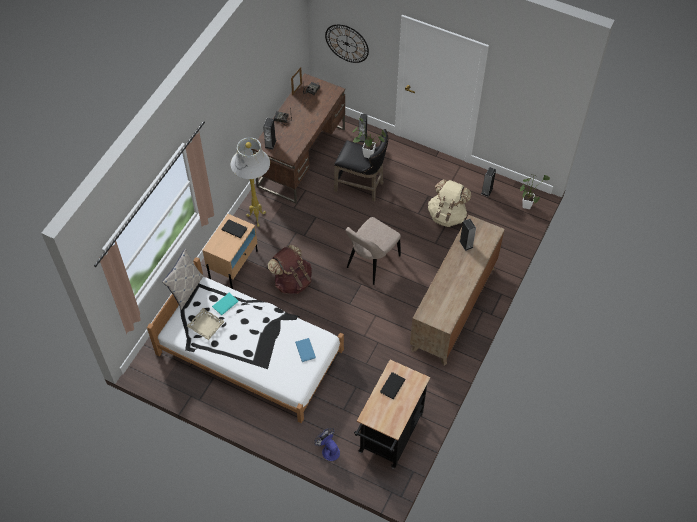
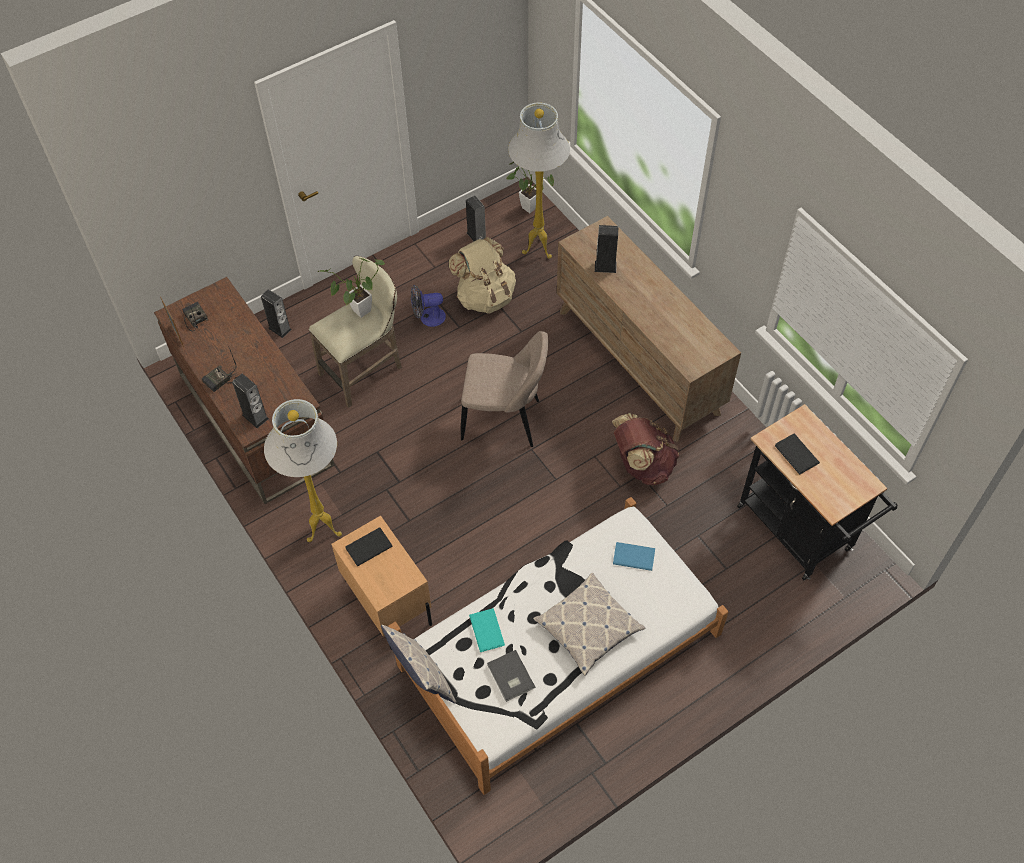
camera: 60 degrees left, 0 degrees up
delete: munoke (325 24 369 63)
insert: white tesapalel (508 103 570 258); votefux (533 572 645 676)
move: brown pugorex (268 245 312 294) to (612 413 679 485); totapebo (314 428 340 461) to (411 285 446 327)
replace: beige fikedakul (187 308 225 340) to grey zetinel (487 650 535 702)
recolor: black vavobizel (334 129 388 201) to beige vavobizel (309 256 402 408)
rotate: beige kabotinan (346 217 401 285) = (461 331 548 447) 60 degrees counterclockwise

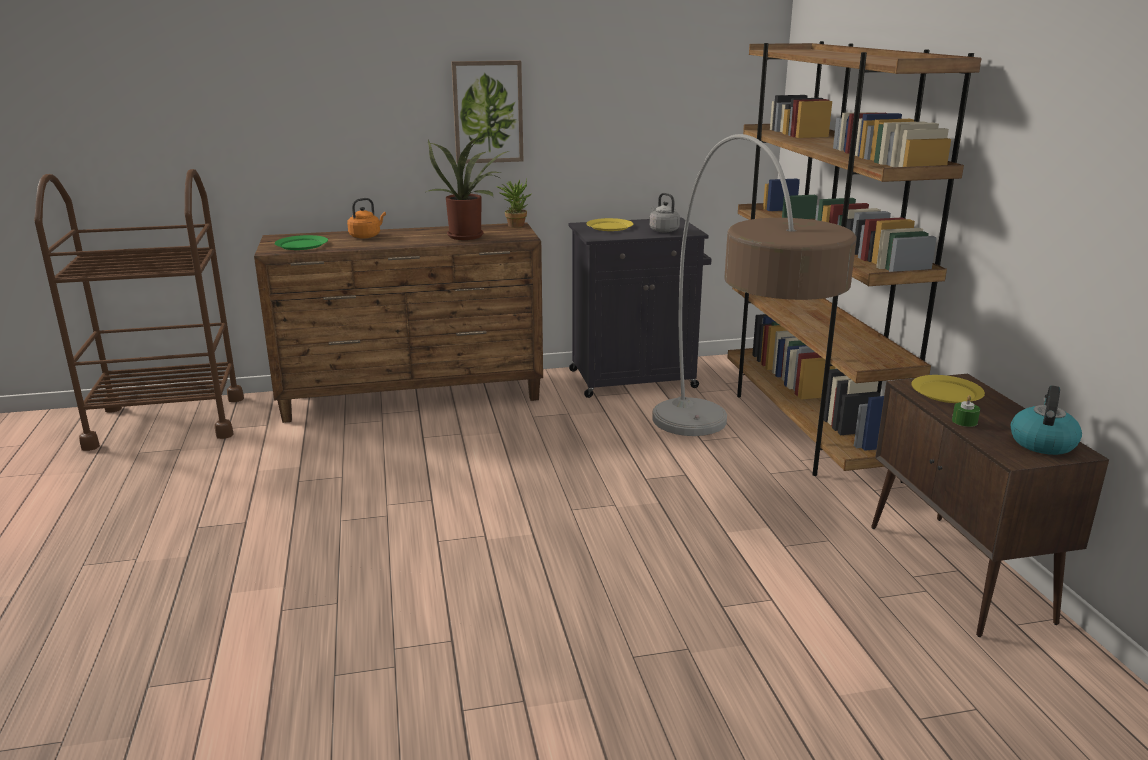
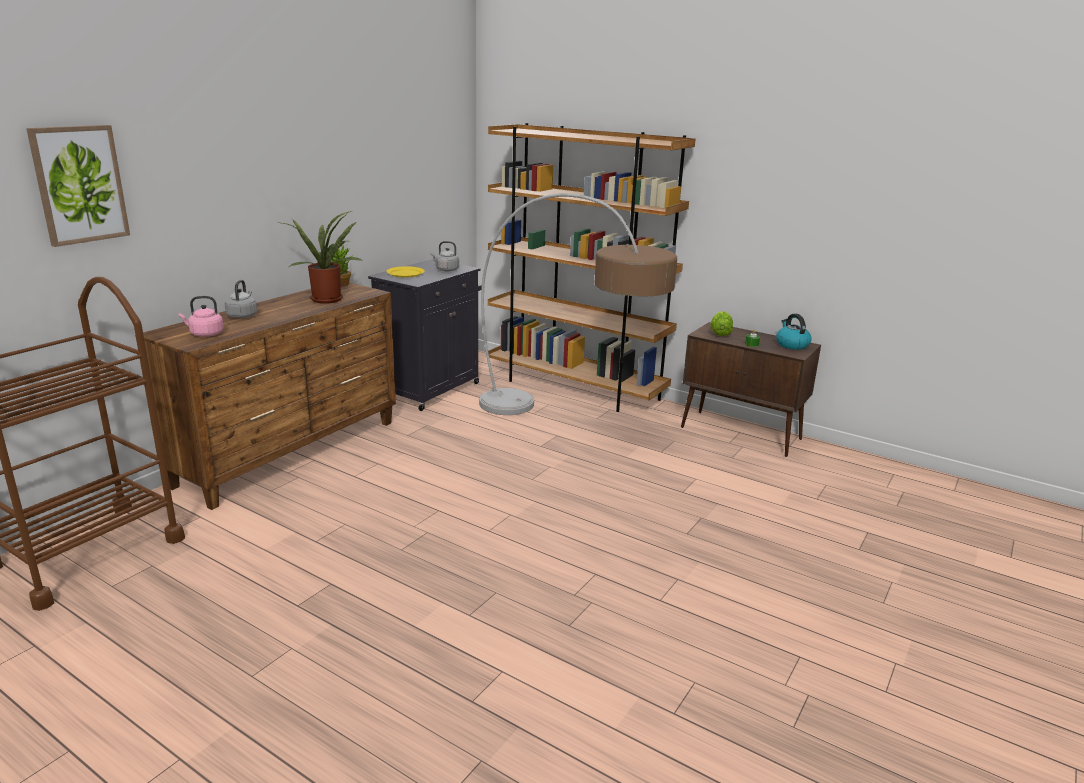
camera: 45 degrees left, 0 degrees up
move: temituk (451 60 523 164) to (26 125 130 247)
replace: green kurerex (275 235 328 250) to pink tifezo (179 296 223 337); yellow kurerex (911 375 985 403) to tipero (710 311 733 336)
recolor: orange tifezo (347 198 386 239) to grey tifezo (225 280 257 318)

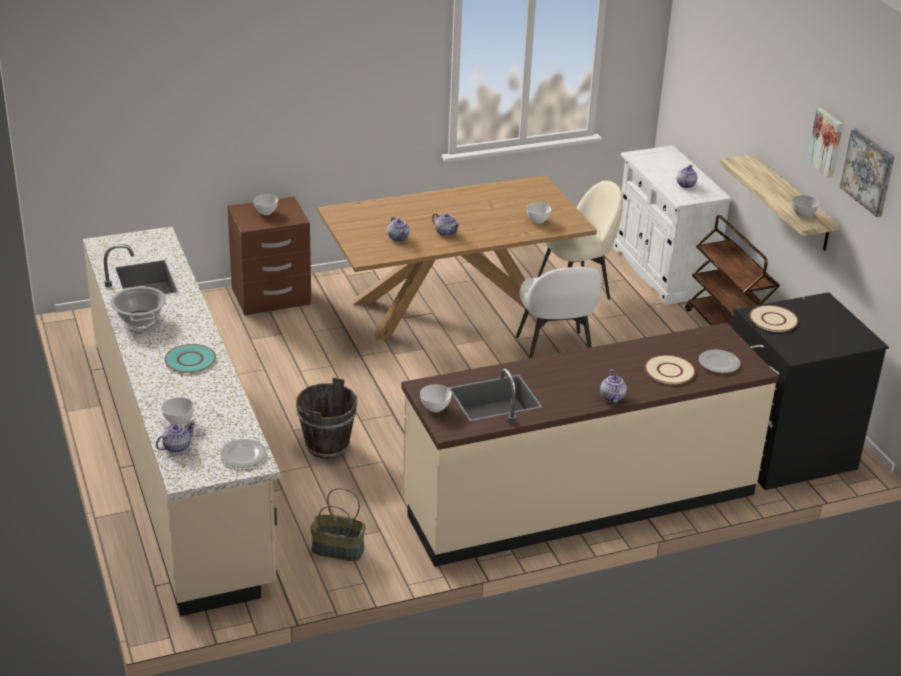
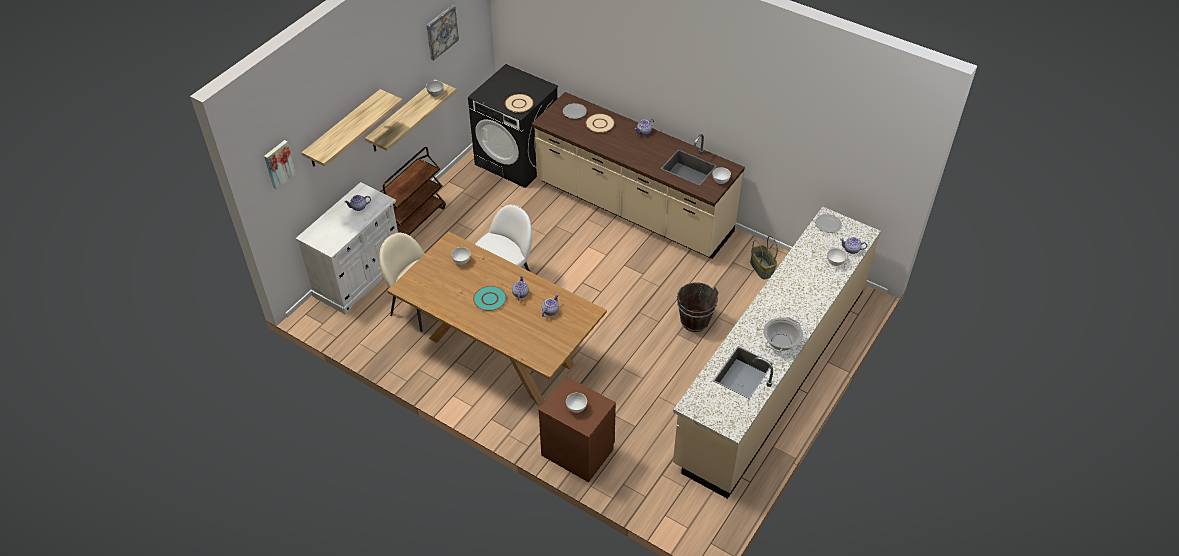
camera: 125 degrees left, 15 degrees up
insert: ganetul (301 89 403 167)
move: turquoise kurerex (164 344 216 373) to (473 286 507 311); temituk (807 108 843 178) to (264 140 296 190)

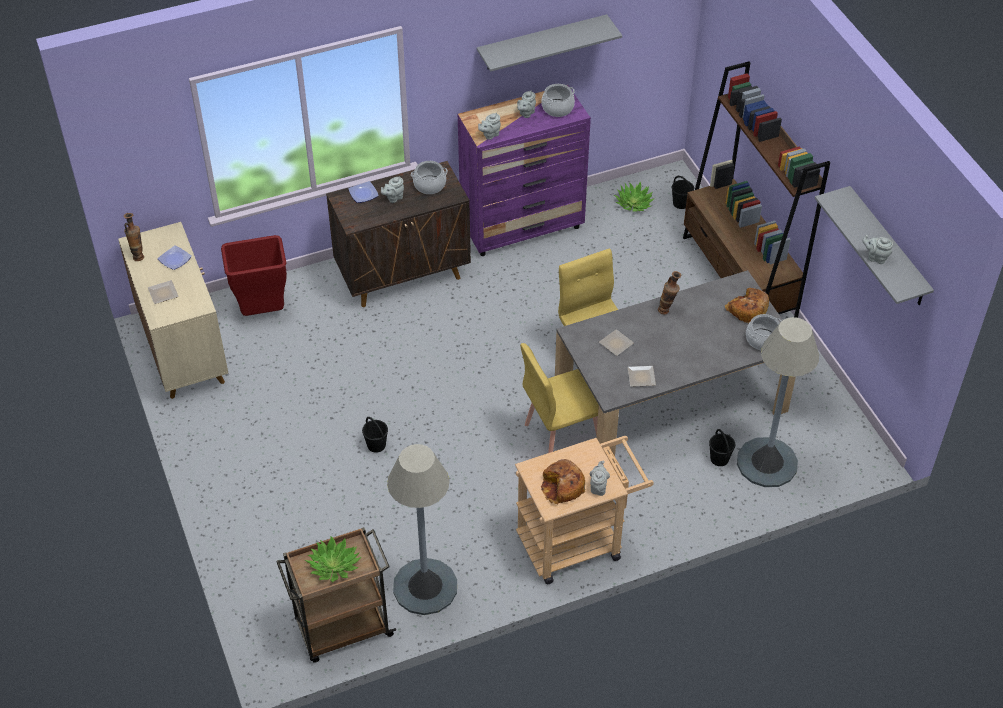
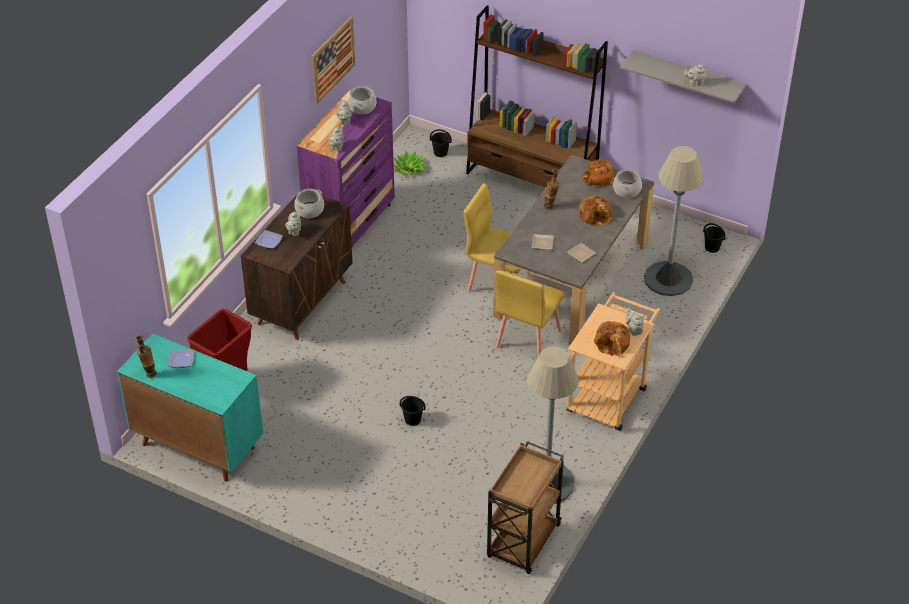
camera: 40 degrees left, 5 degrees down
delete: kurerex (148 280 179 304); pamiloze (305 537 361 582)
insert: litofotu (579 196 614 226)
move: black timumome (709 429 735 466) to (703 223 726 253)
replace: grey ganetul (477 14 622 72) to temituk (311 17 355 105)
recolor: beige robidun (118 222 228 399) to turquoise robidun (117 333 263 482)

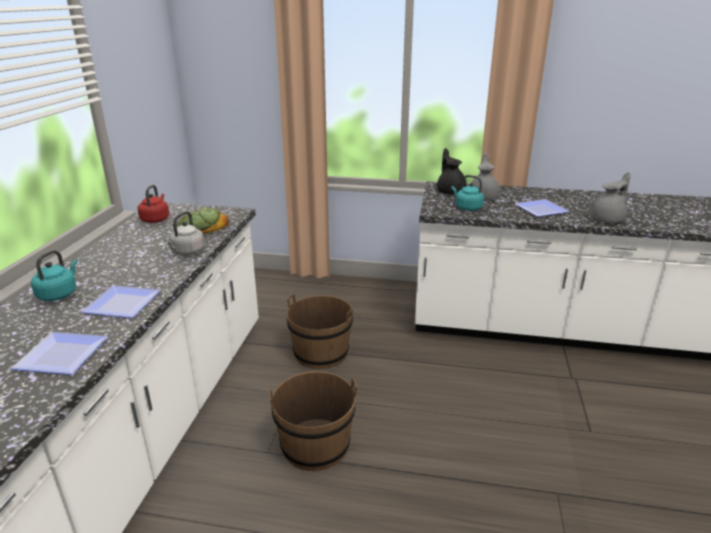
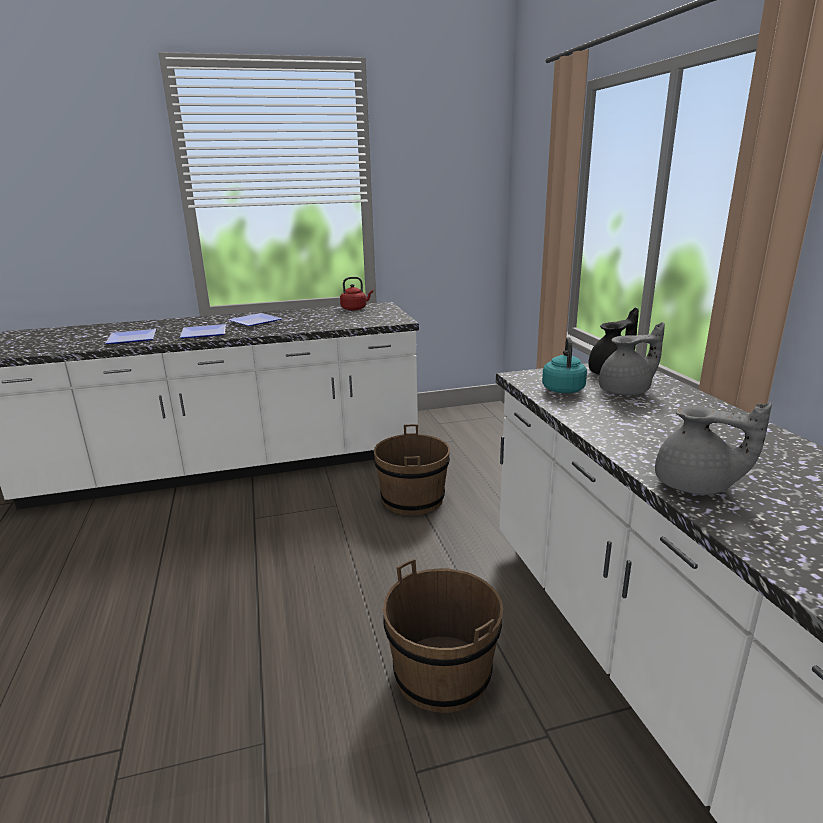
camera: 65 degrees right, 5 degrees down
delete: turquoise tifezo (31 250 77 301); grey tifezo (164 211 205 255); litofotu (177 207 229 234)
move: brown timumome (269 371 357 471) to (383 559 503 713); kurerex (514 199 570 217) to (228 313 282 326)

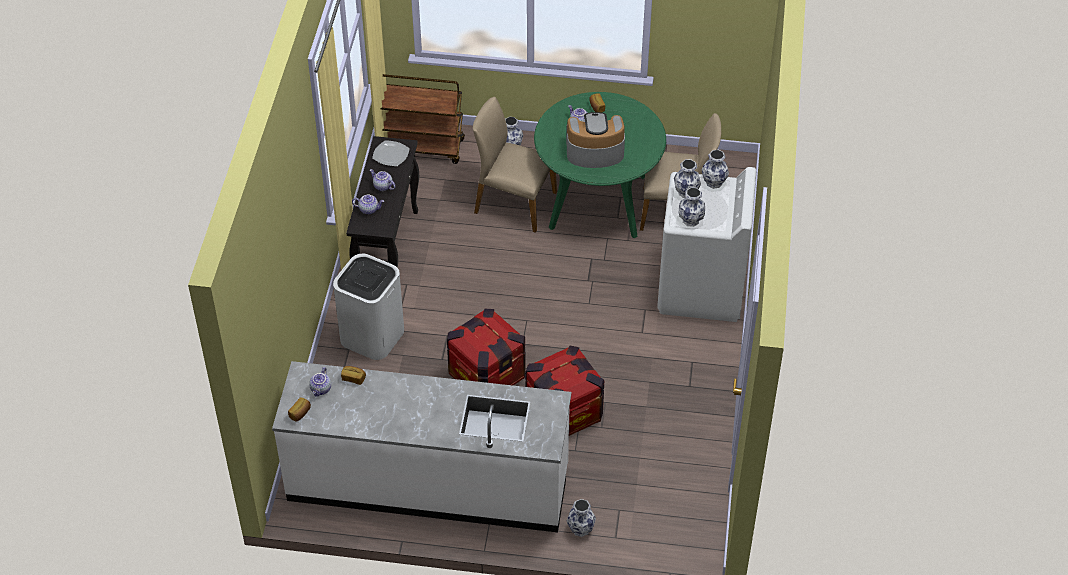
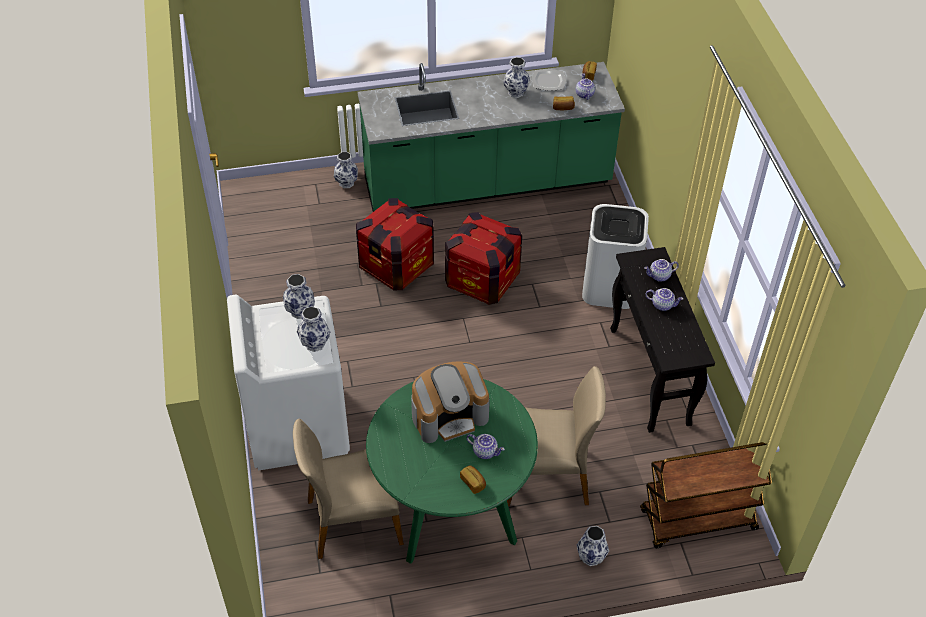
camera: 160 degrees right, 0 degrees up
move: kurerex (372 140 410 166) to (532 69 566 91); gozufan (701 150 729 189) to (503 57 530 98)
recolor: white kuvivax (272 361 571 532) to green kuvivax (357 62 625 212)

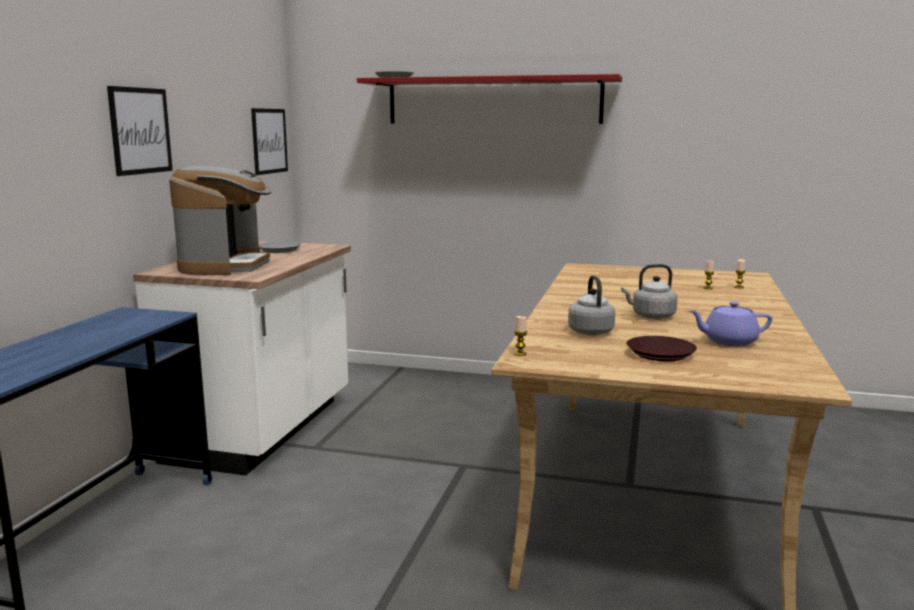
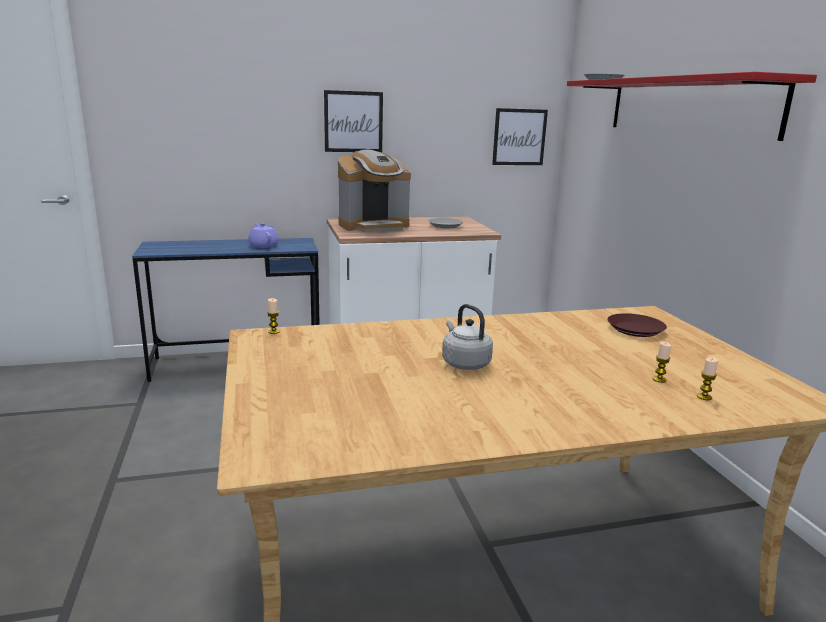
camera: 60 degrees right, 5 degrees up
delete: grey tifezo (568 275 615 335)
move: brown kurerex (627 336 697 361) to (607 313 667 337); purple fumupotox (688 301 772 346) to (248 223 279 248)

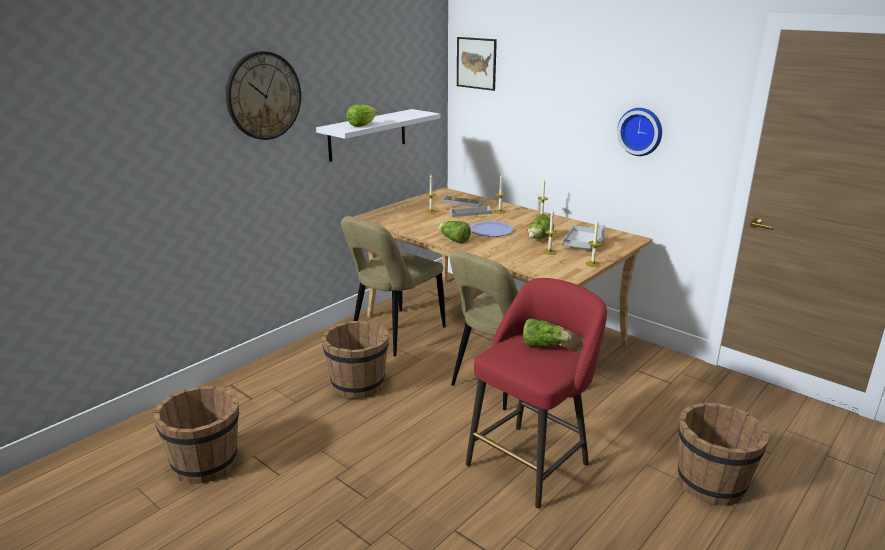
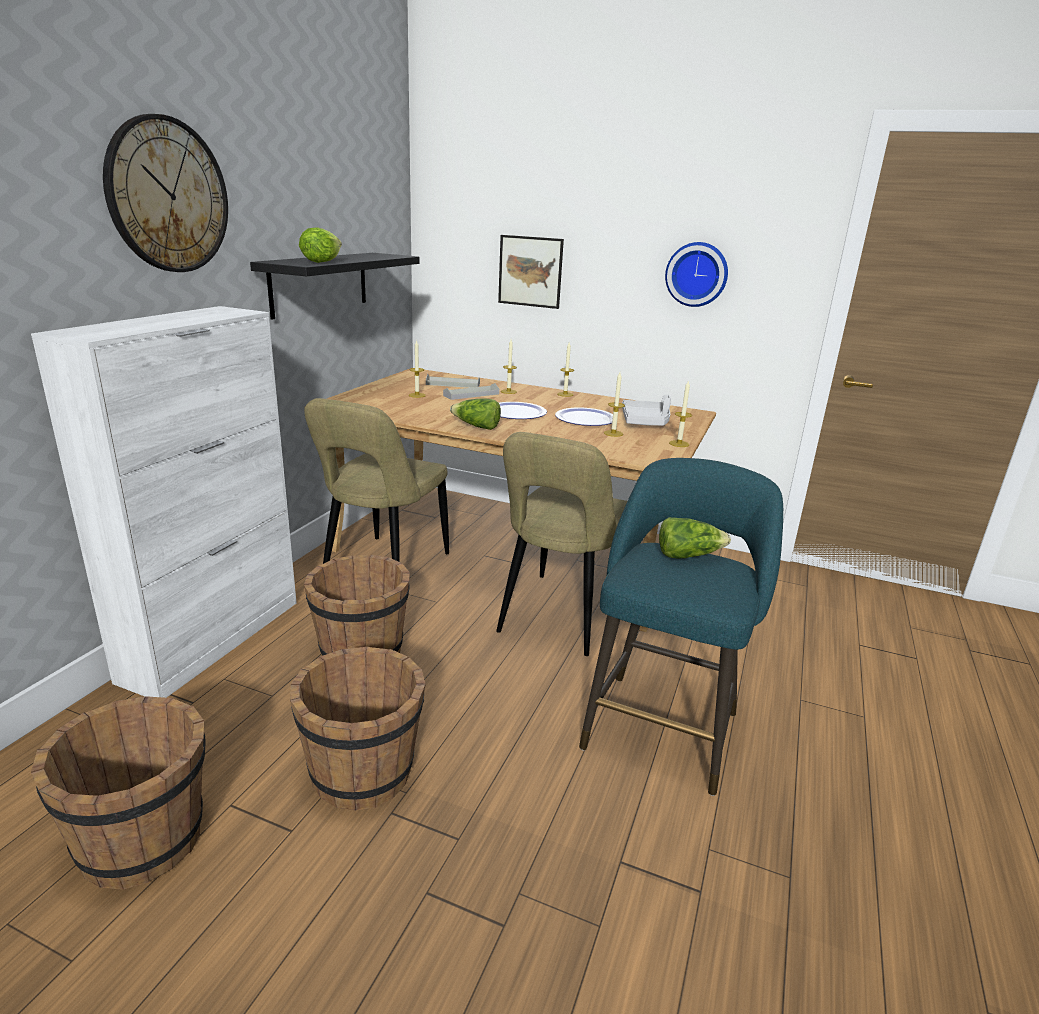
camera: 20 degrees left, 0 degrees up
insert: white robidun (31 306 297 698)
move: temituk (457 37 497 91) to (498 235 564 309); brown timumome (678 403 769 506) to (290 647 426 811)
replace: tipero (528 216 554 239) to kurerex (555 408 613 426)
recolor: white ganetul (316 109 440 162) to black ganetul (250 253 419 320); red vavobizel (466 278 607 509) to turquoise vavobizel (579 458 783 796)

